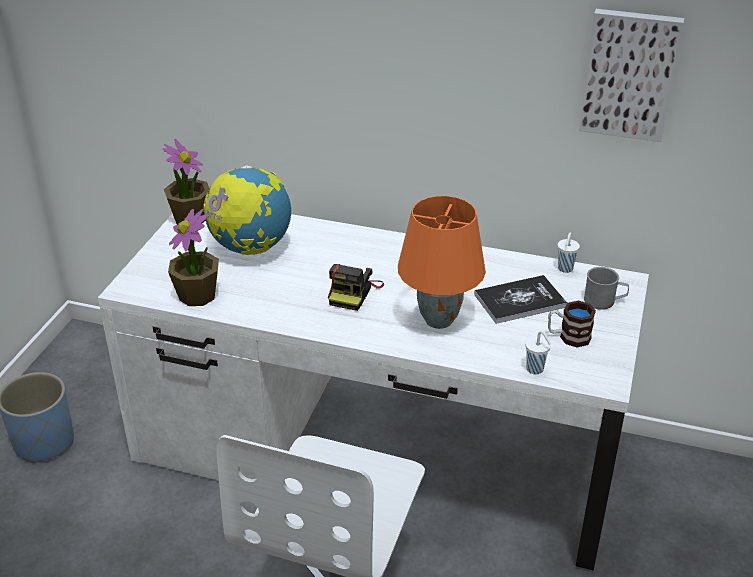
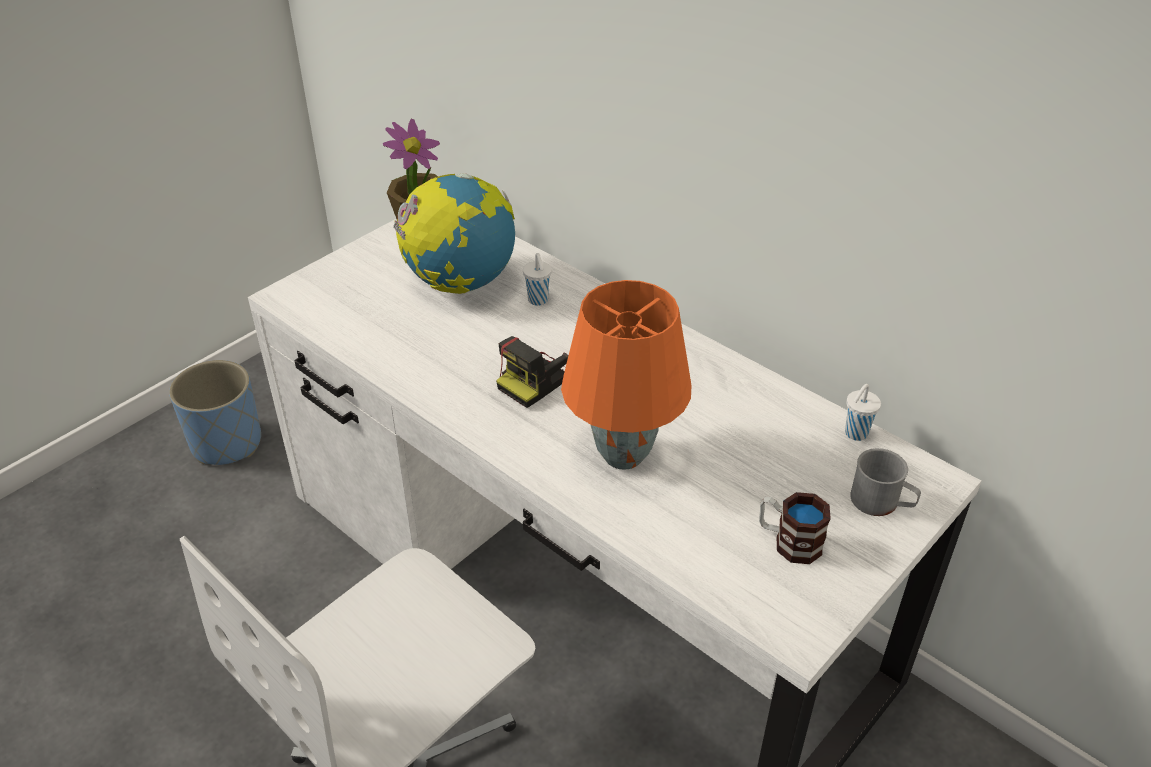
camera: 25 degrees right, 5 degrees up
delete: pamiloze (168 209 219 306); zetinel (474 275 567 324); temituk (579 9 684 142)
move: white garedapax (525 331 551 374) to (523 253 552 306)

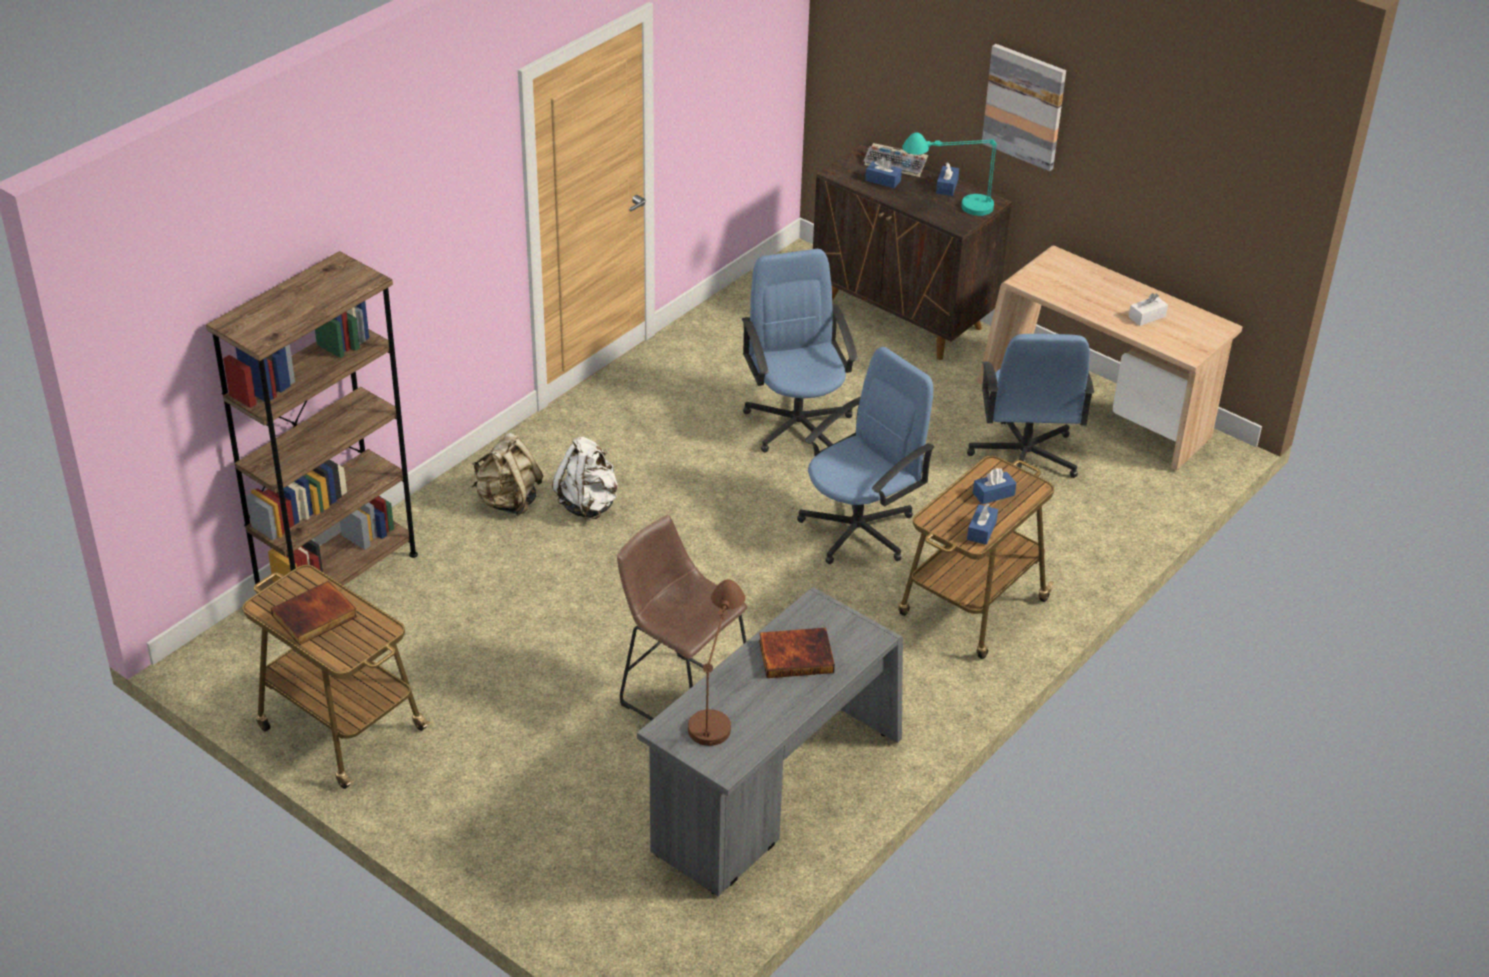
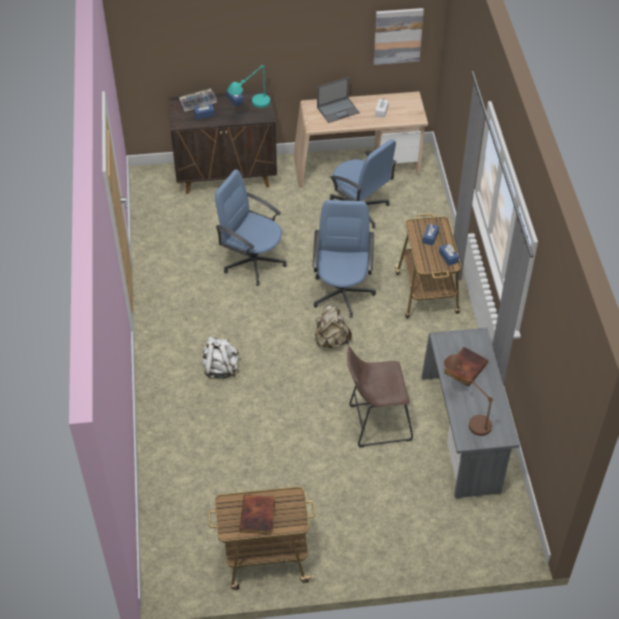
camera: 45 degrees left, 10 degrees up
delete: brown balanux (206 251 418 593)
insert: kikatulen (317 77 360 123)
move: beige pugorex (470 433 543 516) to (315 305 352 349); temituk (982 44 1066 171) to (374 8 424 65)

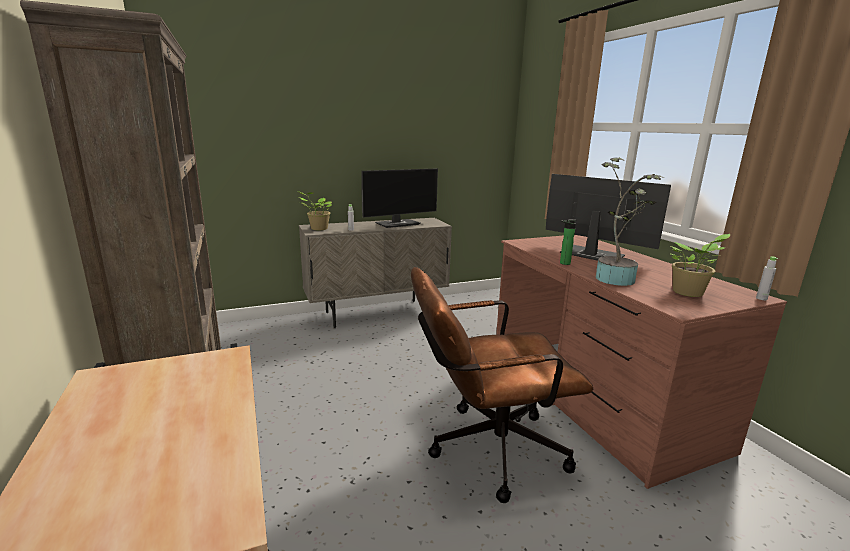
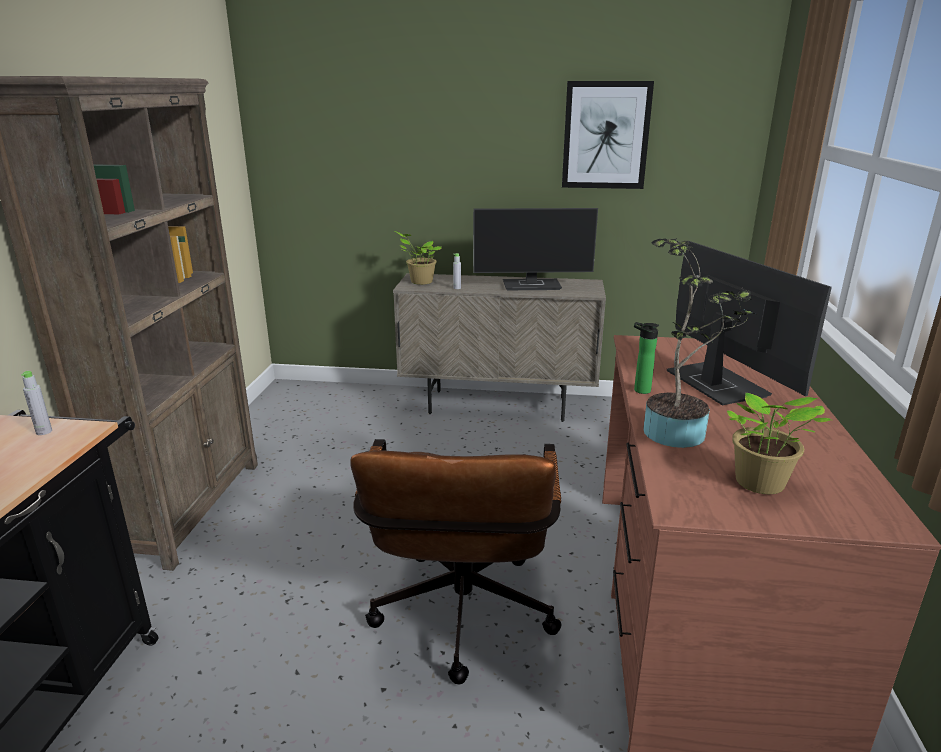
camera: 30 degrees right, 5 degrees up
insert: temituk (562 81 654 189)
move: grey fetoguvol (756 256 778 300) to (21 371 52 435)
rotate: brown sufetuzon (411 267 593 503) = (350 439 562 684) 105 degrees counterclockwise

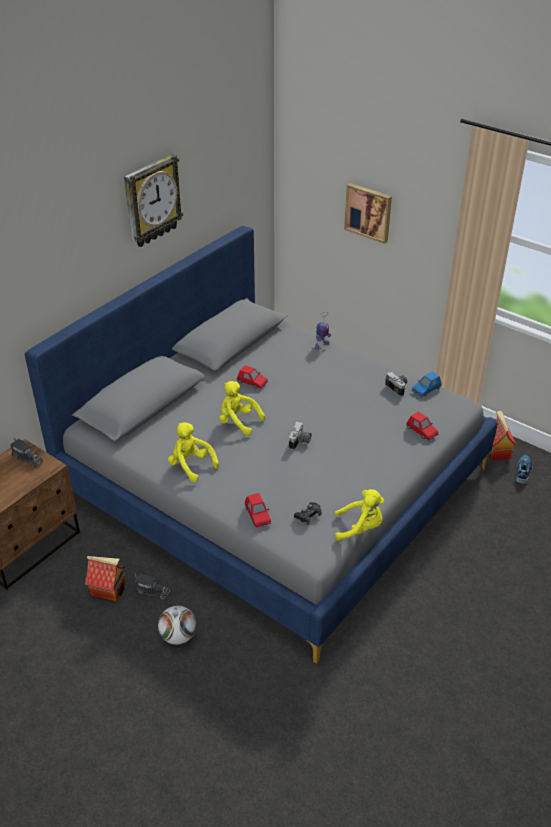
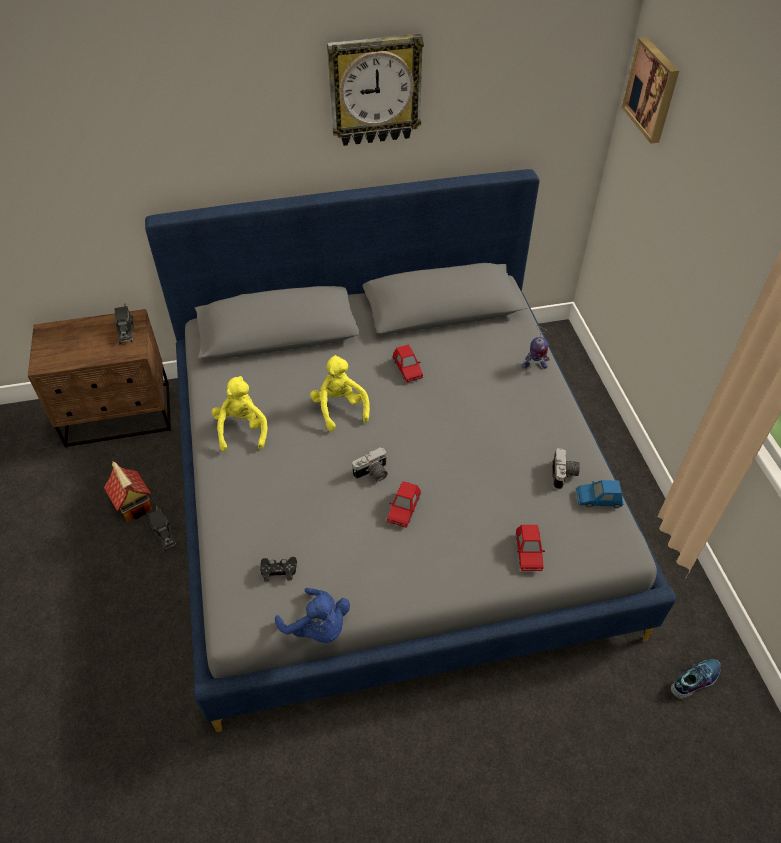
camera: 40 degrees right, 10 degrees up
delete: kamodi (158 606 196 645); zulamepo (488 411 517 460)
move: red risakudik (245 493 271 527) to (387 481 421 528); temituk (344 183 392 244) to (622 37 679 144)
recolor: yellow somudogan (335 489 384 541) to blue somudogan (275 588 350 643)

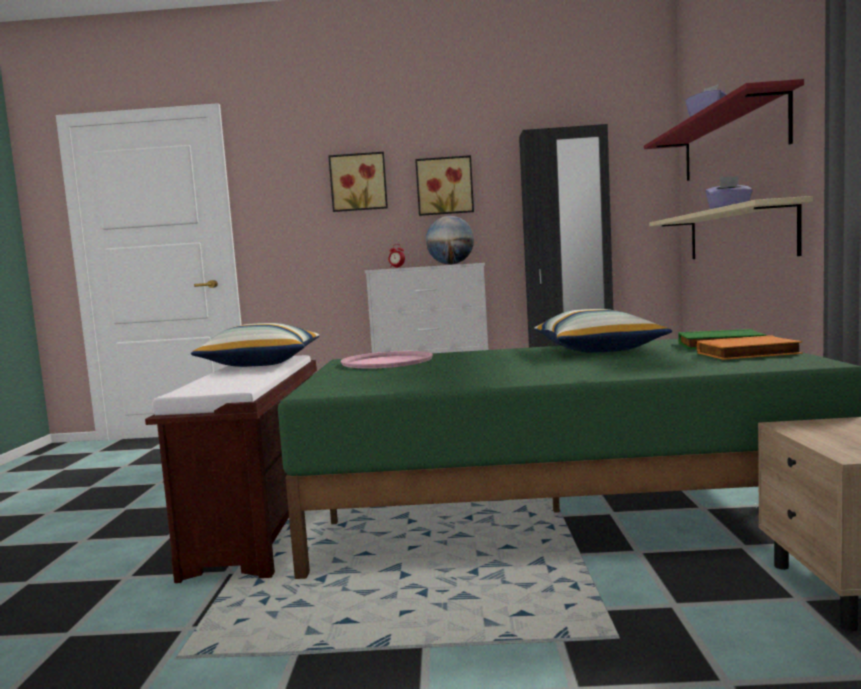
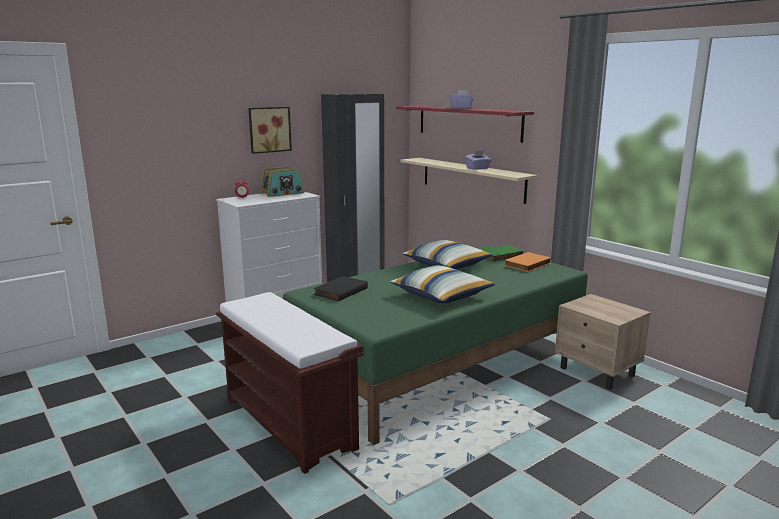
camera: 40 degrees left, 10 degrees up
delete: temituk (328 152 388 212)
move: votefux (191 323 320 367) to (390 265 495 303)
replace: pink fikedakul (341 351 433 369) to black zetinel (314 276 368 301); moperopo (426 216 474 265) to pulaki (260 167 305 197)

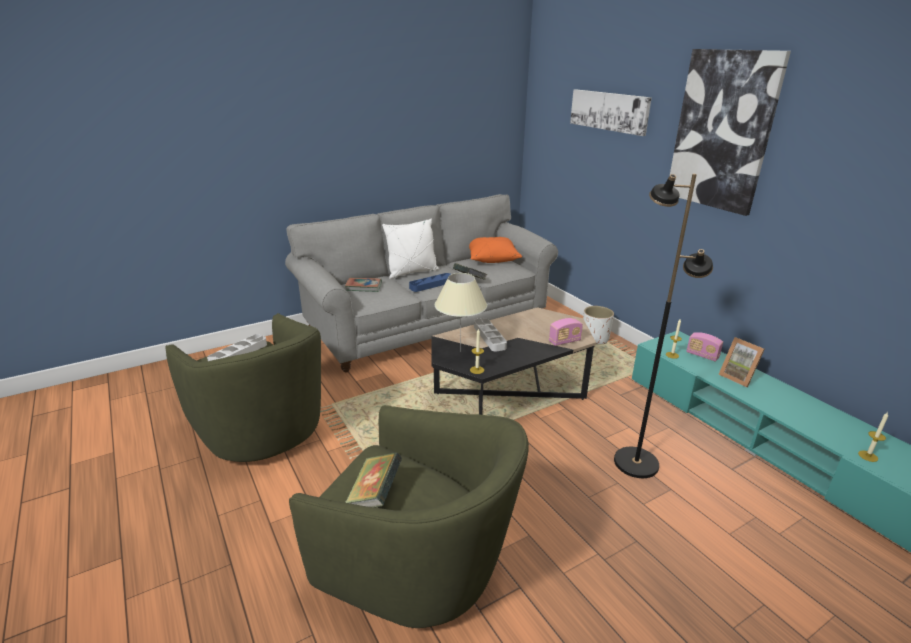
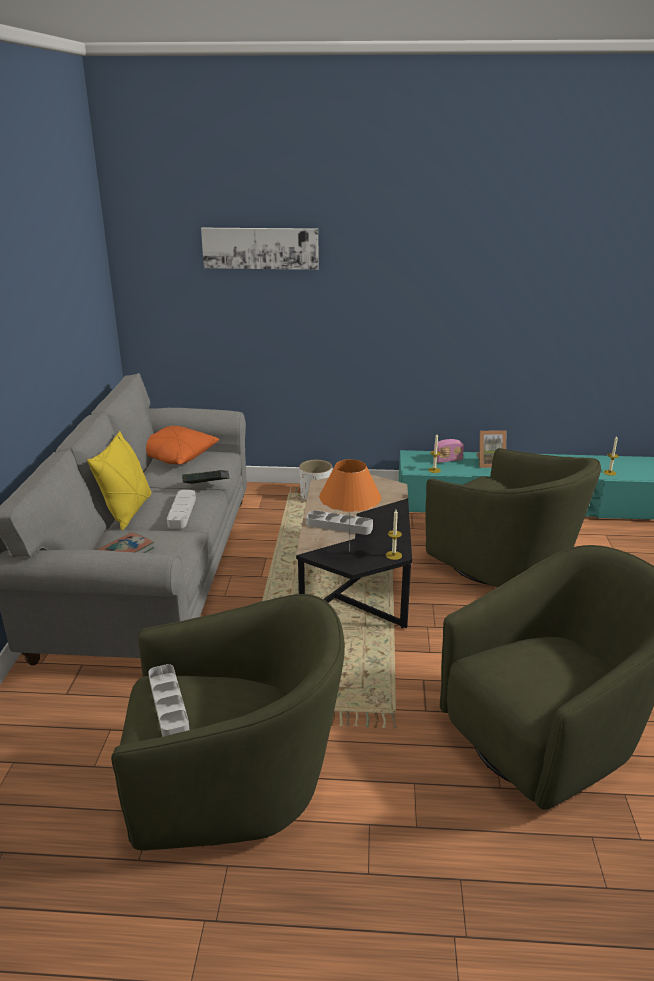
camera: 55 degrees left, 0 degrees up
delete: zetinel (345 452 402 507); pulaki (549 318 583 346); temituk (670 49 791 216)
replace: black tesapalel (614 174 713 478) to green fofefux (425 448 601 587)
recolor: white votefux (382 219 439 279) to yellow votefux (87 431 151 531); blue fikedakul (409 273 451 292) to grey fikedakul (167 490 196 528); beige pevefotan (435 273 487 352) to orange pevefotan (319 459 381 552)

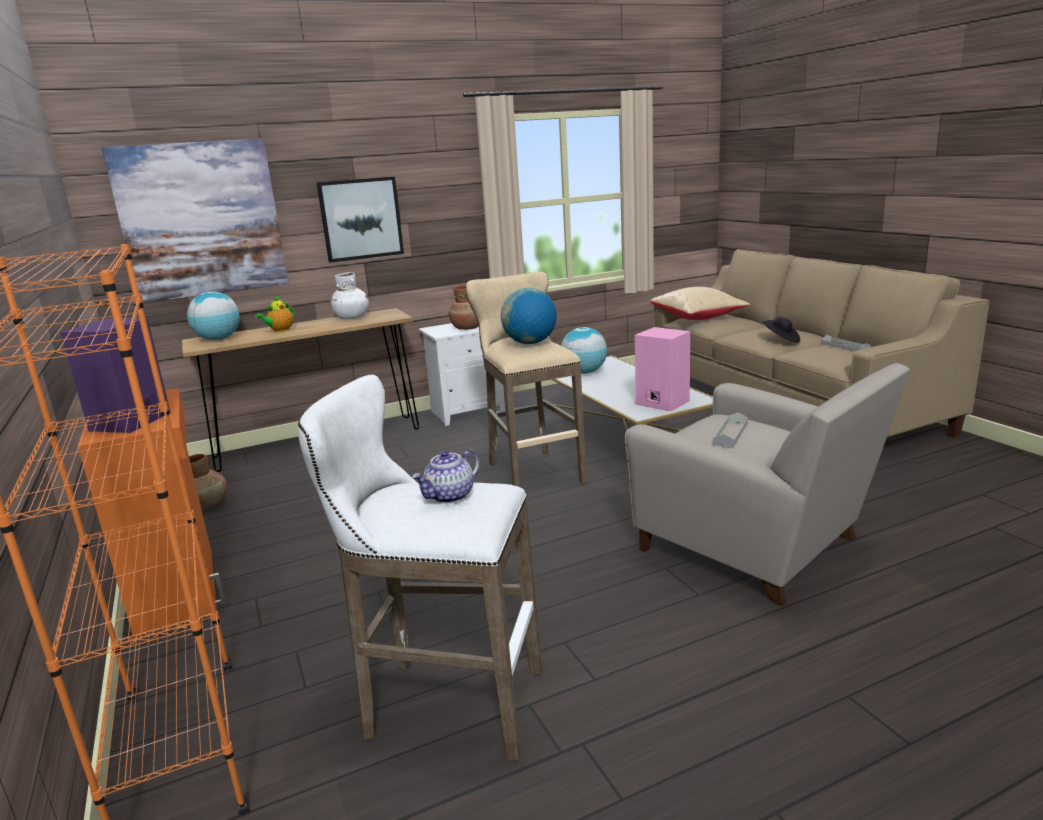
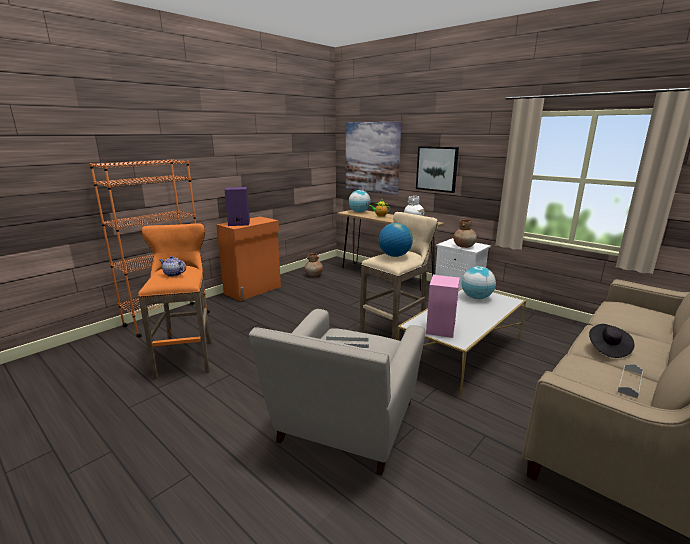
camera: 65 degrees right, 0 degrees up
delete: beige votefux (650 287 750 320)
recolor: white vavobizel (298 375 542 761) to orange vavobizel (138 223 213 379)

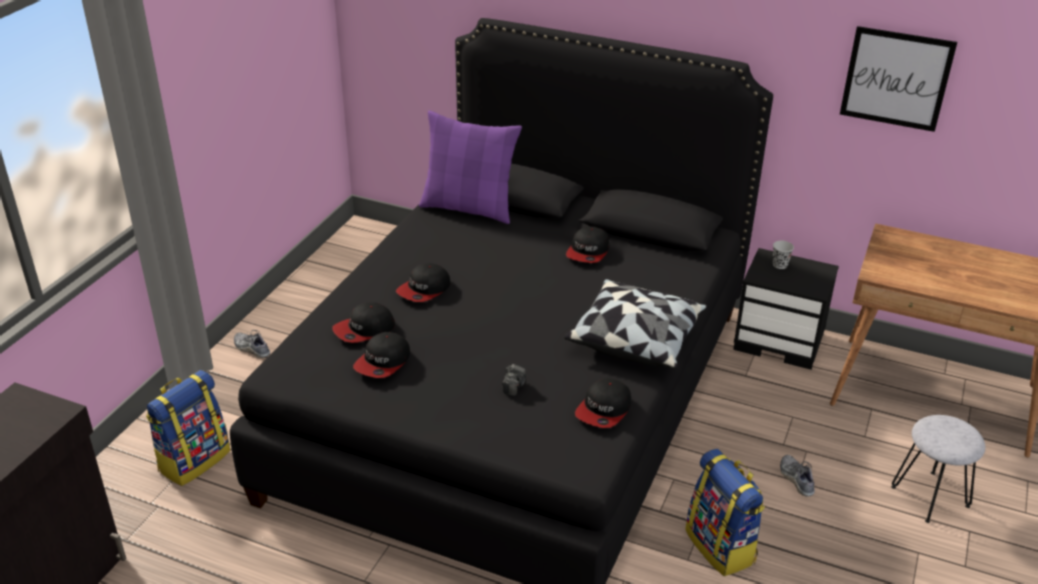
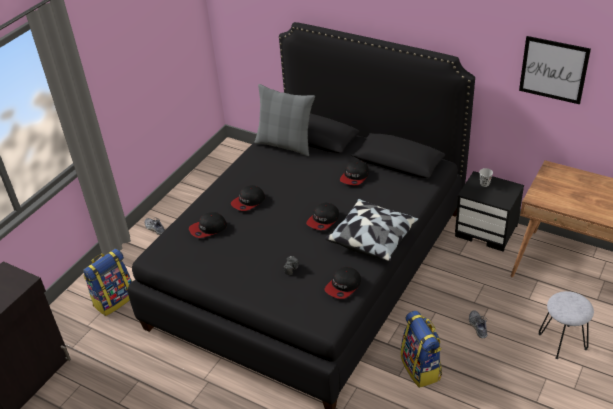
camera: 10 degrees right, 5 degrees up
move: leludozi (353 332 410 378) to (306 203 339 230)
recolor: purple votefux (419 111 522 224) to grey votefux (254 84 315 156)

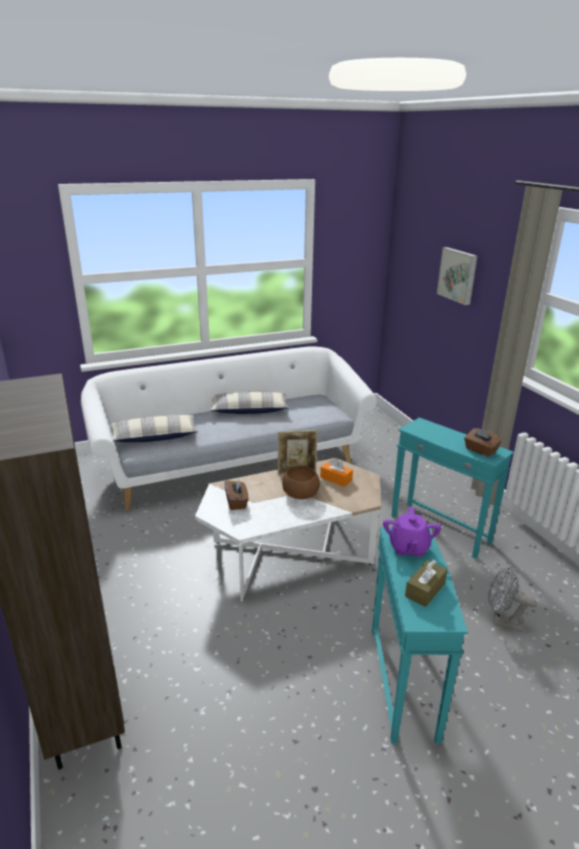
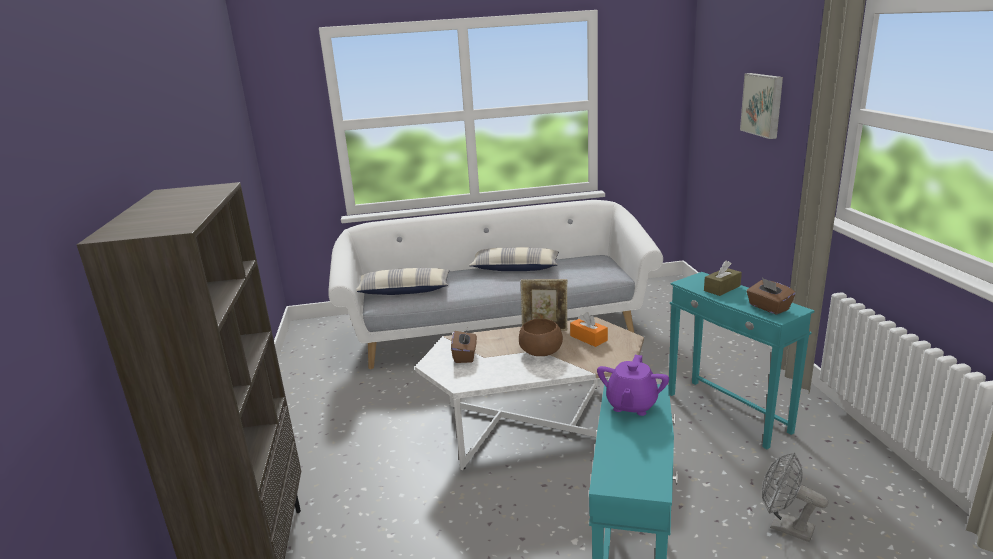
camera: 15 degrees right, 5 degrees down
move: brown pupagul (405 560 447 607) to (704 261 742 296)

